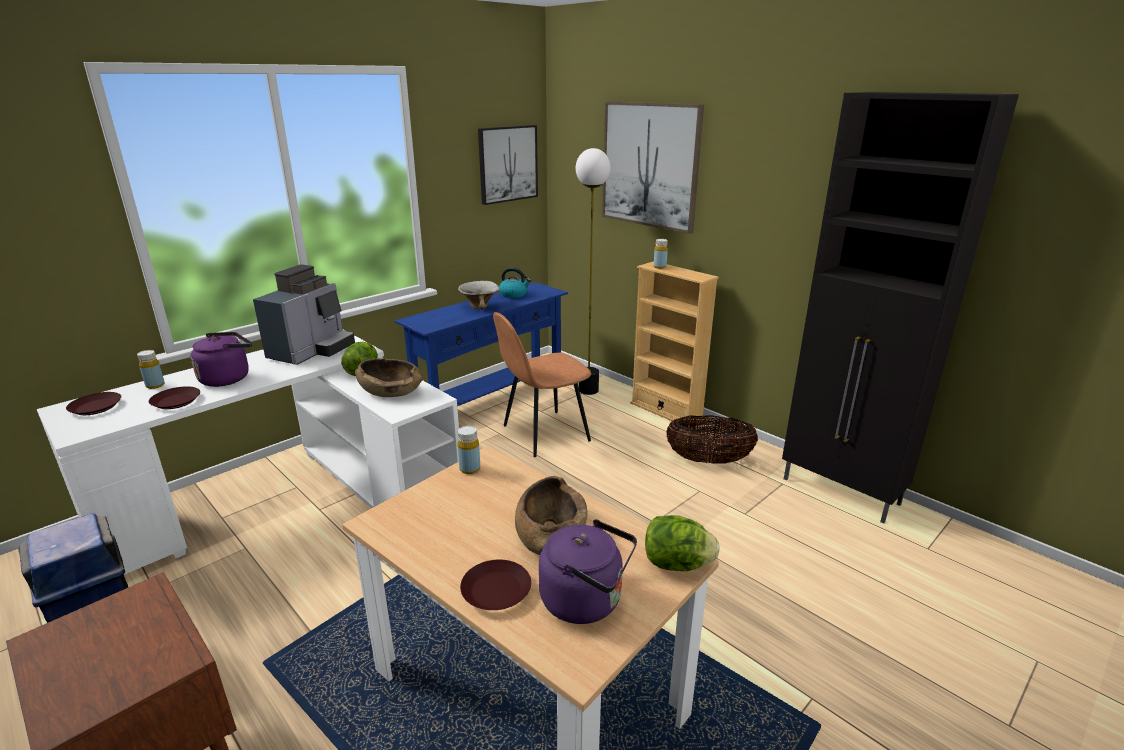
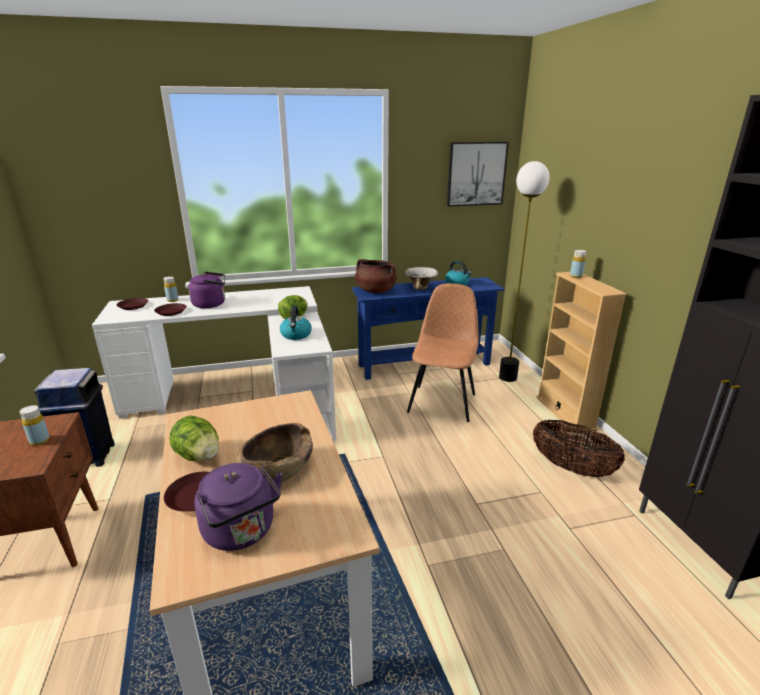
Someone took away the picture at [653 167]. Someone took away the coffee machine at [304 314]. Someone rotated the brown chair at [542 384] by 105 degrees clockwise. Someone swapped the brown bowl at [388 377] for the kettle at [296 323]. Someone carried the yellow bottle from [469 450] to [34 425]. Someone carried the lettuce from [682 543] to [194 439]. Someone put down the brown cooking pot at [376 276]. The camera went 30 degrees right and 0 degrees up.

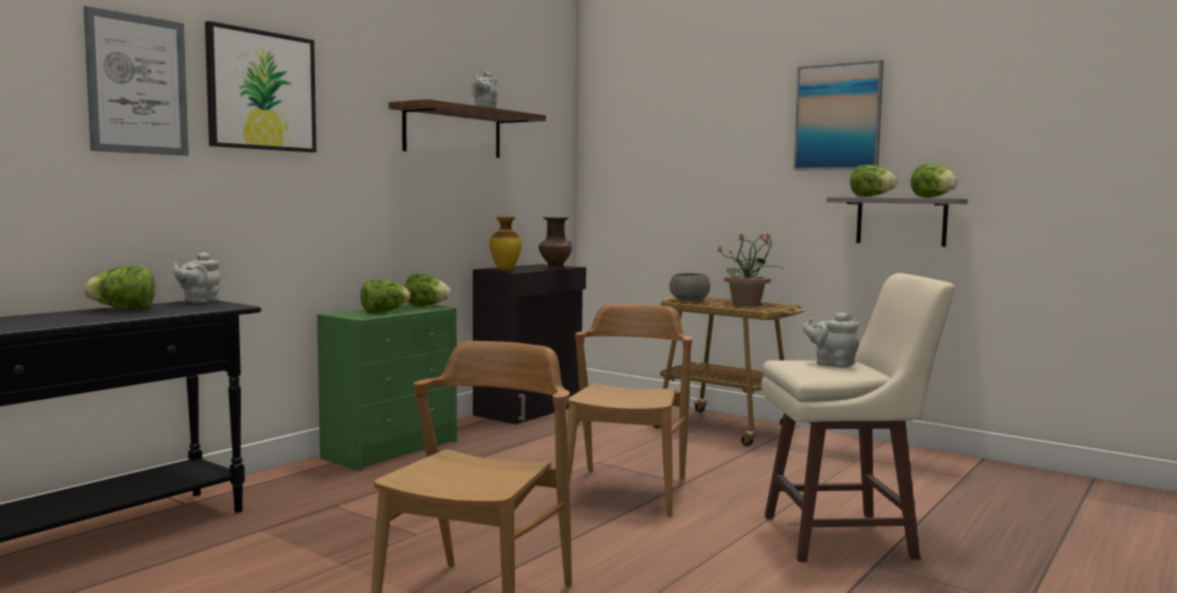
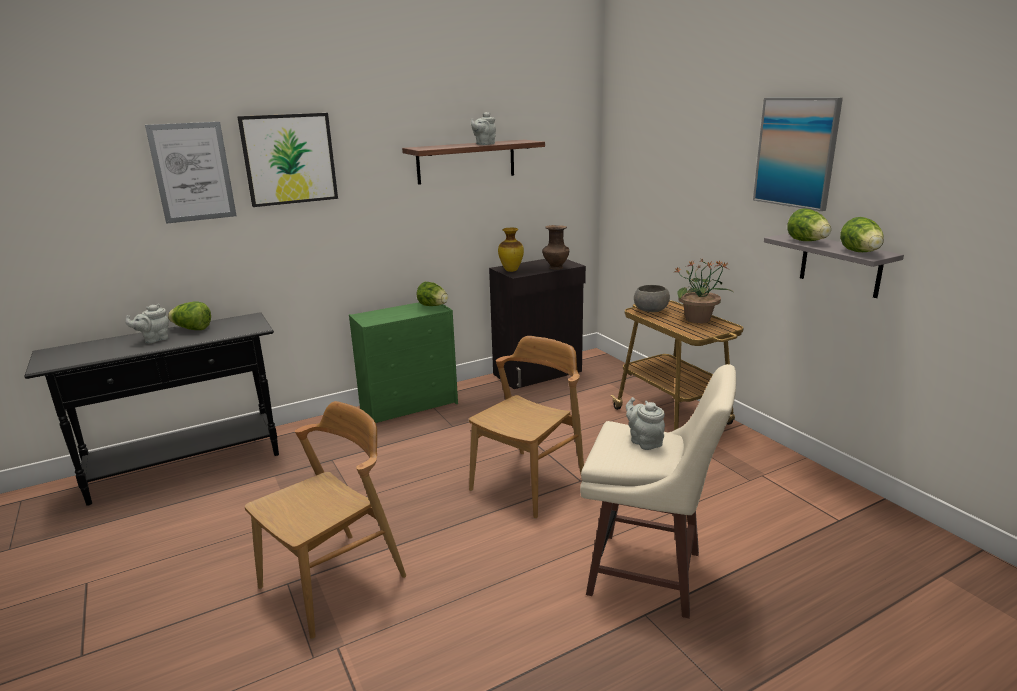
Someone carried the grey teapot from [196 277] to [147 323]. Someone took away the lettuce at [385 296]. The camera went 25 degrees right and 15 degrees up.

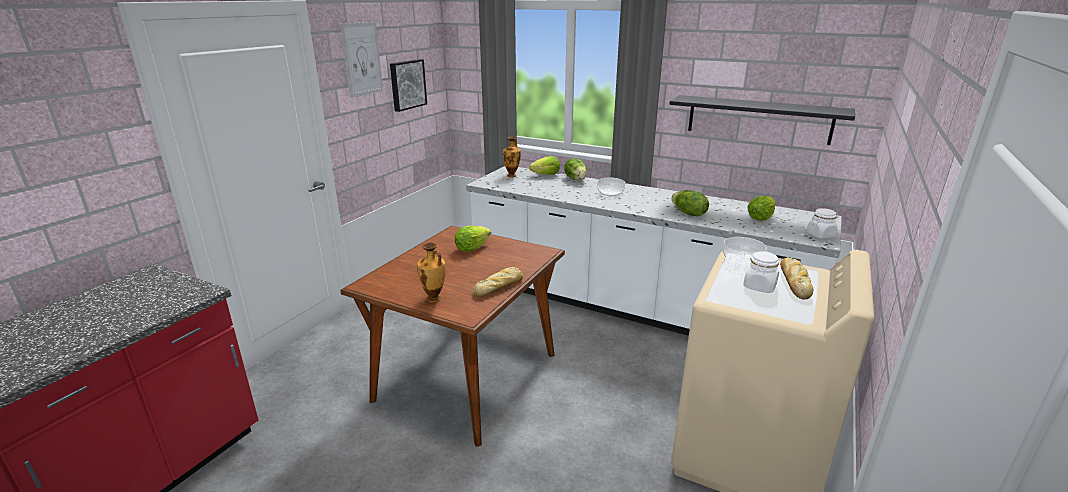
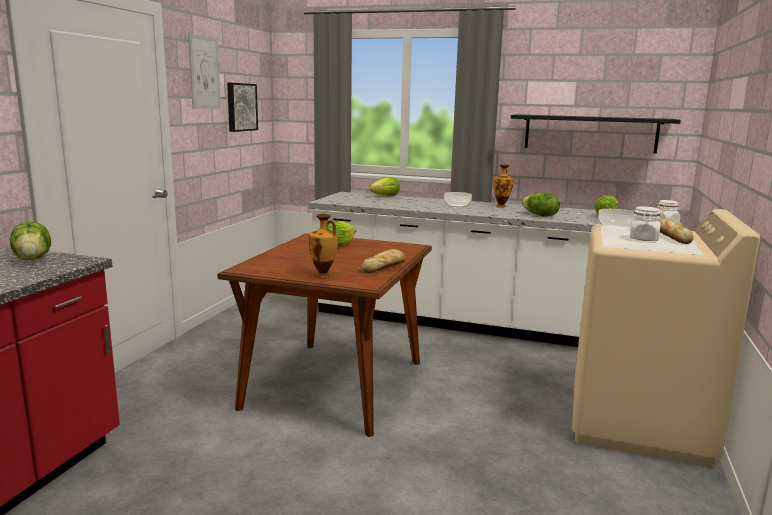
Someone carried the vase from [512 157] to [503 186]. Someone carried the lettuce from [575 169] to [30 241]. The camera went 10 degrees left and 10 degrees down.

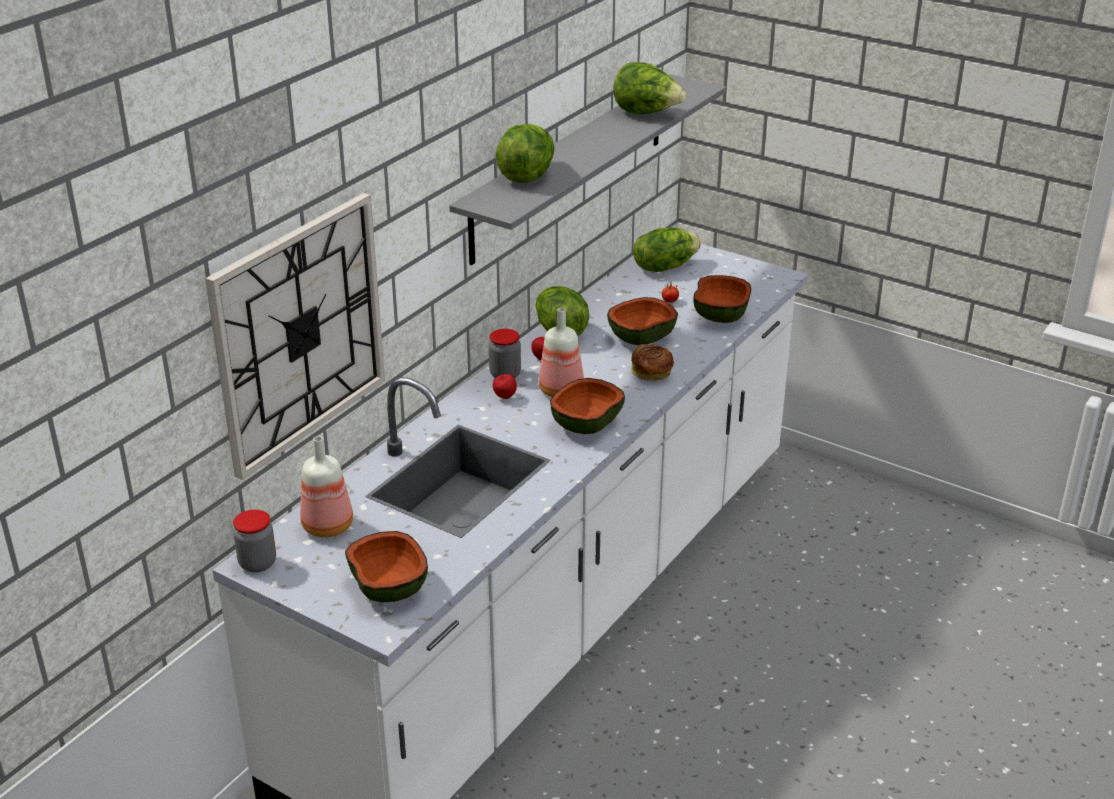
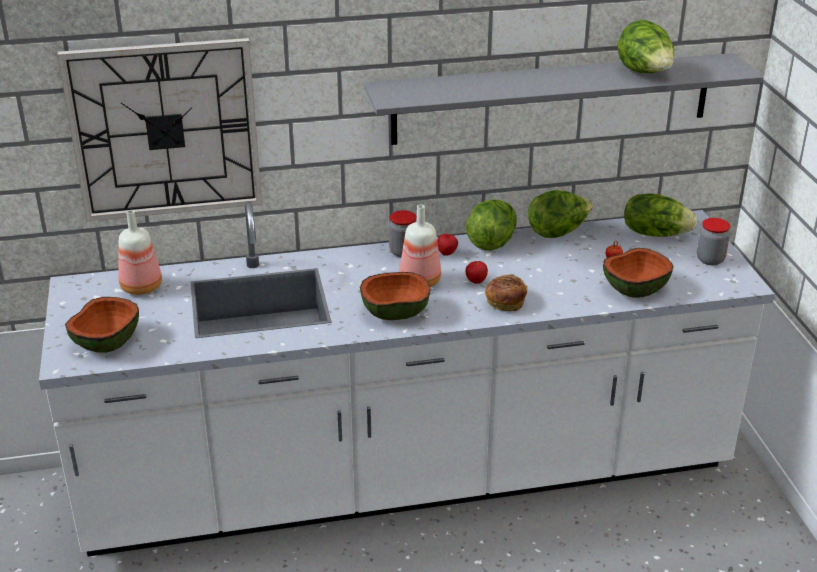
Someone carried the lettuce from [525 153] to [560 214]. Someone took away the bowl at [642 321]. Someone carried the apple from [504 386] to [477 272]. Someone carried the jar from [254 541] to [713 241]. The camera went 45 degrees right and 0 degrees up.

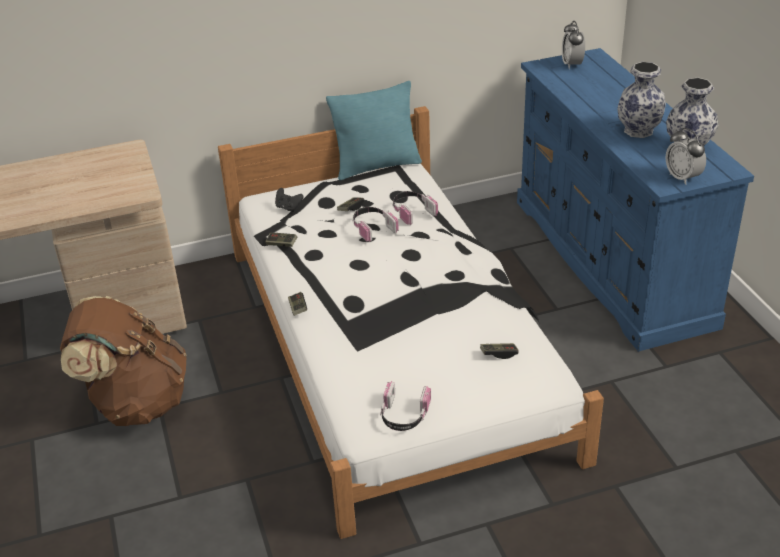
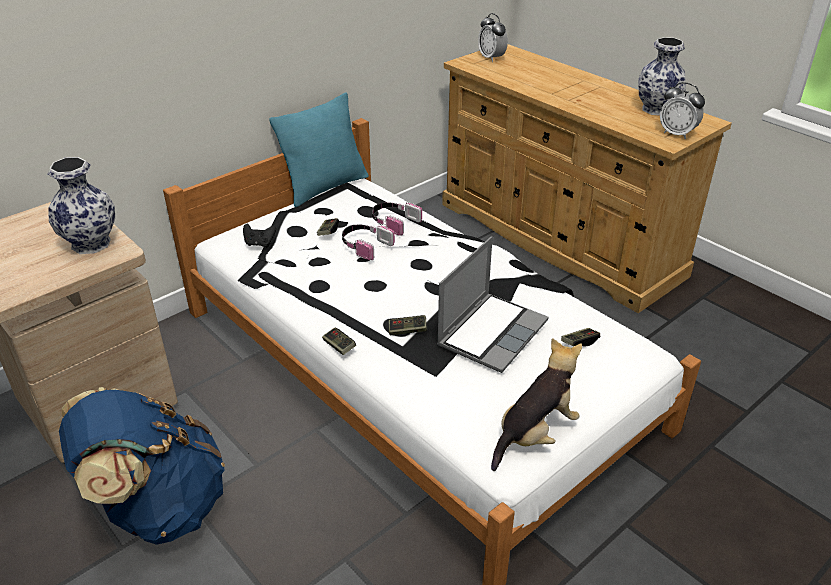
Someone repainted the blue dresser at [635 200], which became the beige dresser at [587 178]. Someone carried the vase from [641 100] to [81 205]. Someone carried the game controller from [281 240] to [408 325]. Someone repainted the brown backpack at [123 361], which became the blue backpack at [142 466]. Someone swapped the headphones at [405 406] for the plush toy at [536 404]. Someone put down the laptop at [493 304]. The camera went 25 degrees left and 0 degrees up.

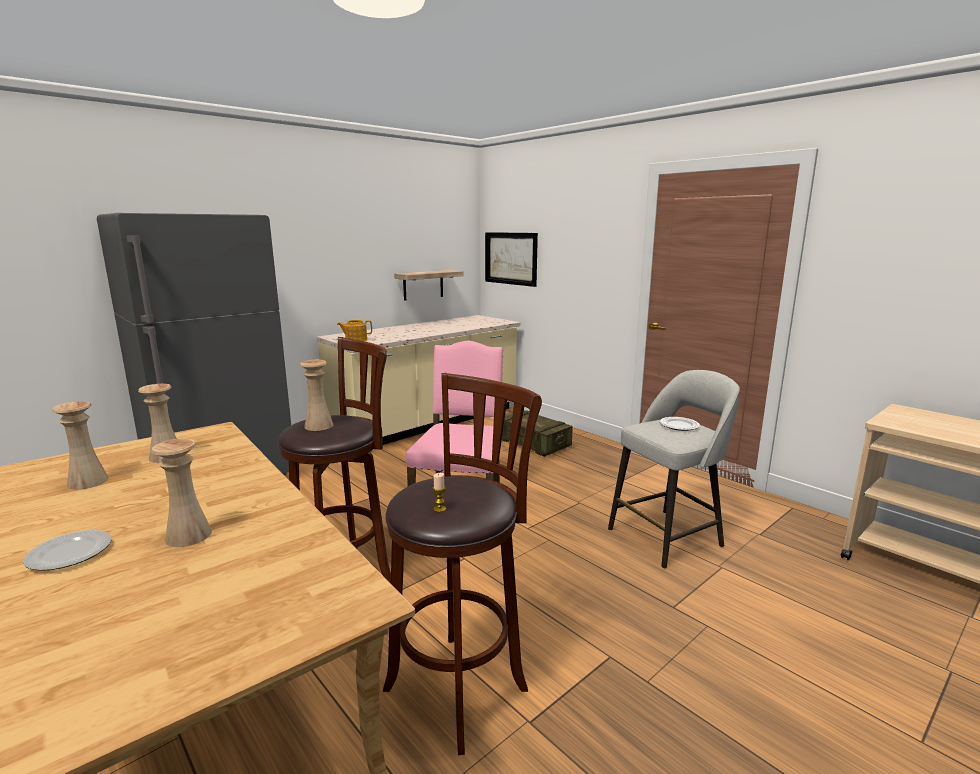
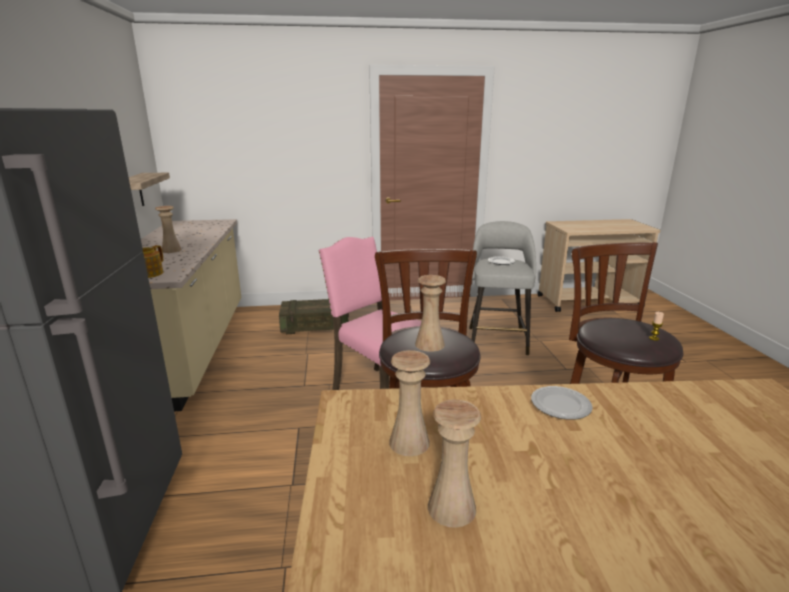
Someone took away the picture at [511 259]. Someone carried the beige vase from [181 492] to [168 229]. Someone carried the plate from [67 550] to [562 403]. The camera went 55 degrees left and 5 degrees up.

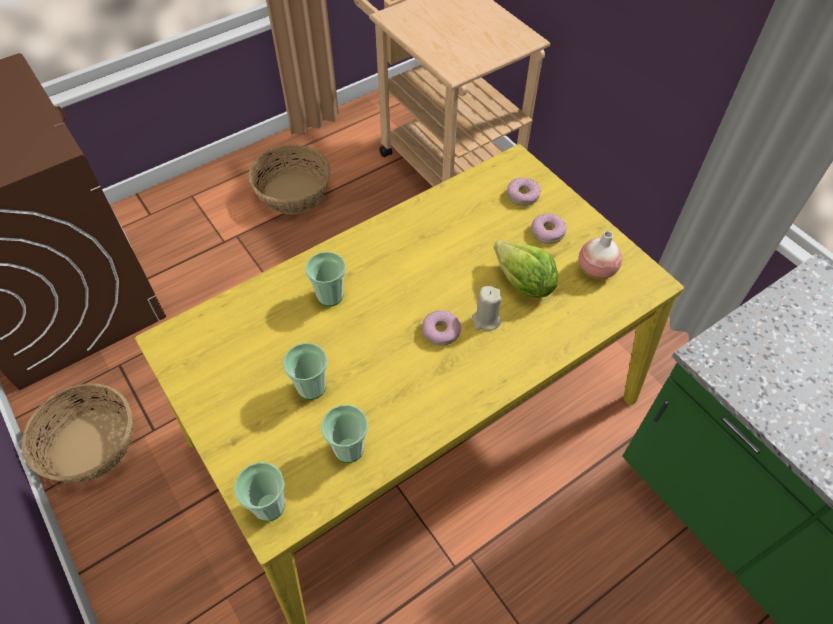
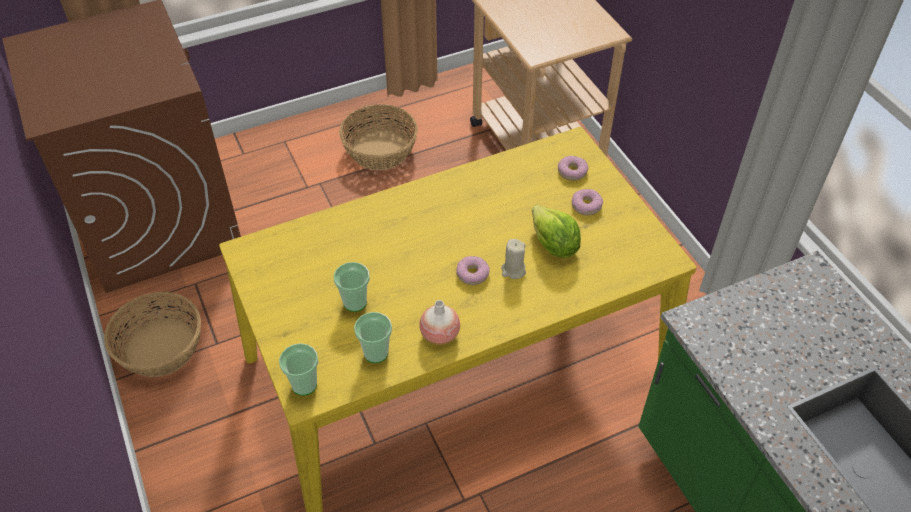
Someone carried the vase from [600 255] to [439 322]. Someone took away the cup at [326 279]. The camera went 10 degrees right and 5 degrees down.

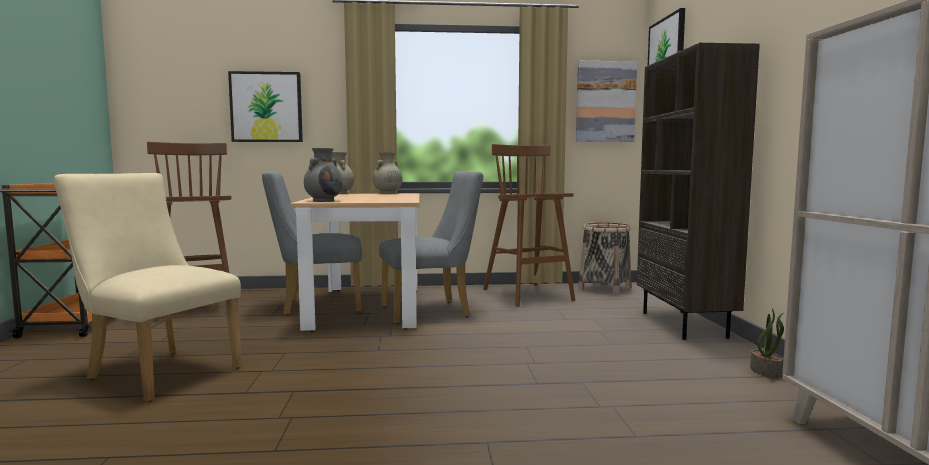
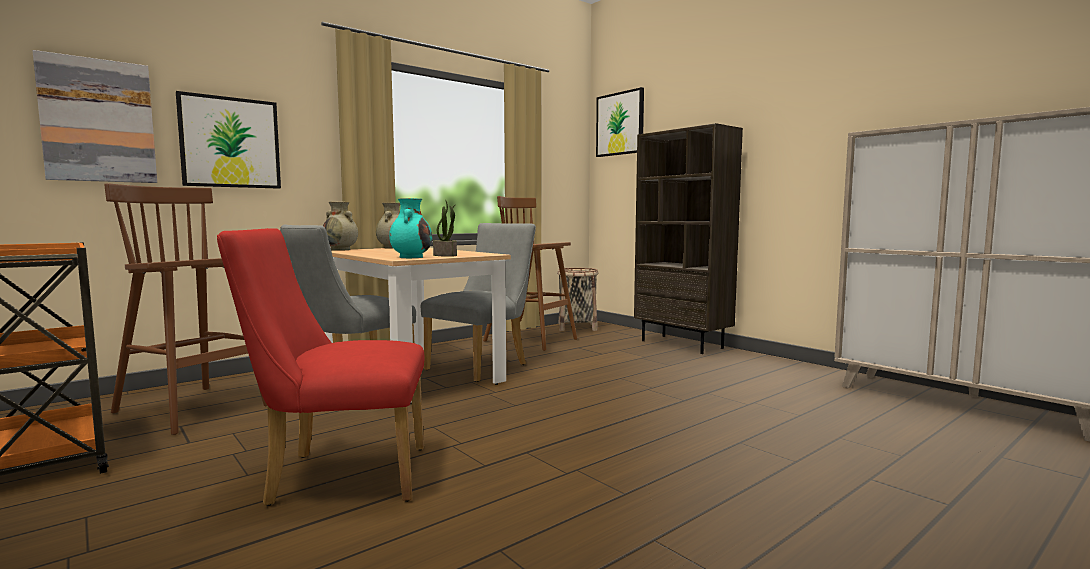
Someone carried the picture from [606 101] to [94 116]. Someone repainted the grey vase at [323 175], which became the turquoise vase at [410 228]. Someone repainted the beige chair at [148 287], which became the red chair at [320 367]. Someone carried the potted plant from [767 344] to [445 228]. The camera went 35 degrees left and 0 degrees up.

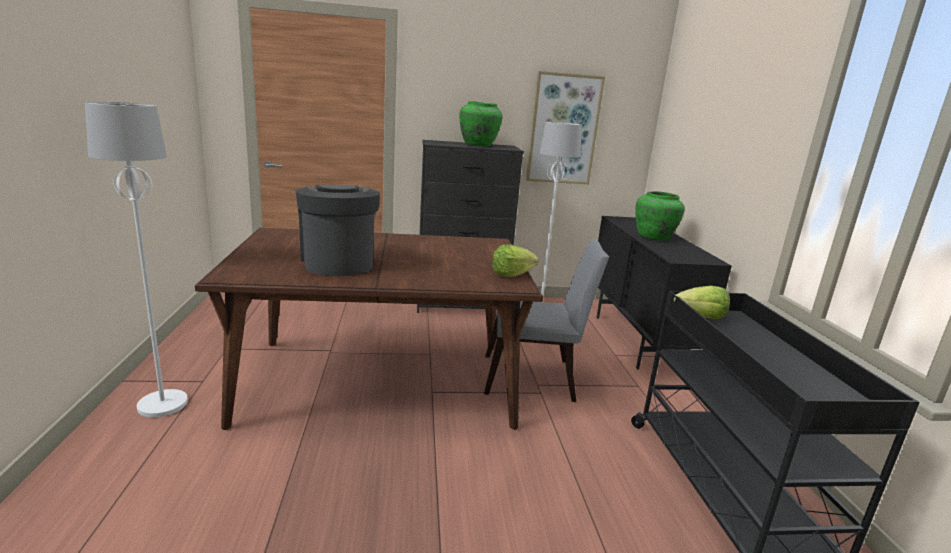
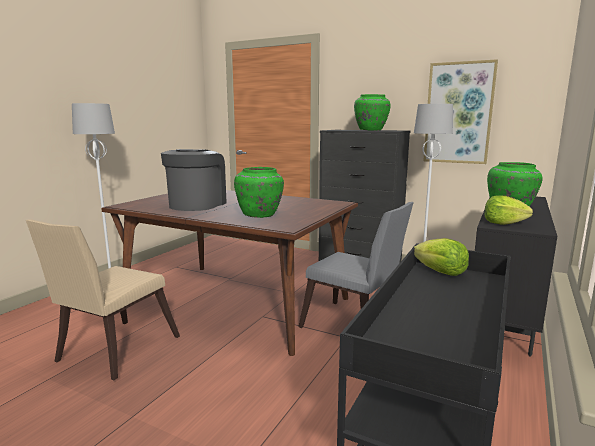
Someone carried the lettuce from [515 261] to [509 210]. Someone put down the green vase at [259 192]. Someone put down the beige chair at [103 300]. The camera went 35 degrees right and 5 degrees down.

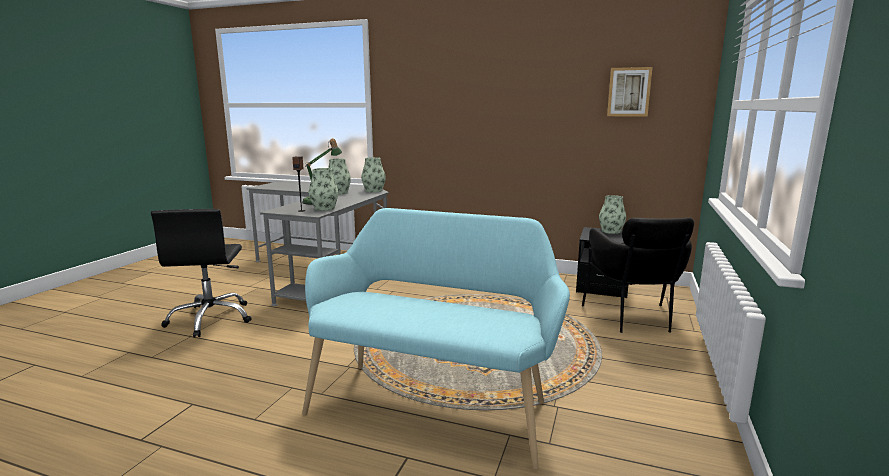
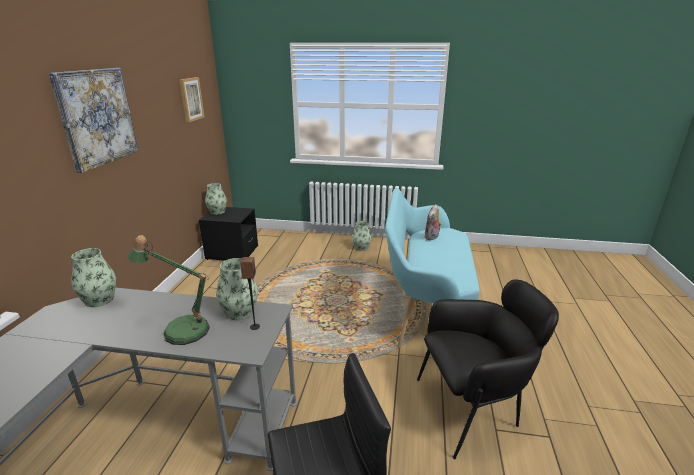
Someone carried the vase from [339 177] to [362 236]. Someone carried the black armchair from [638 275] to [488 369]. Someone put up the picture at [93 120]. Someone put down the plush toy at [432 222]. The camera went 100 degrees left and 10 degrees up.

